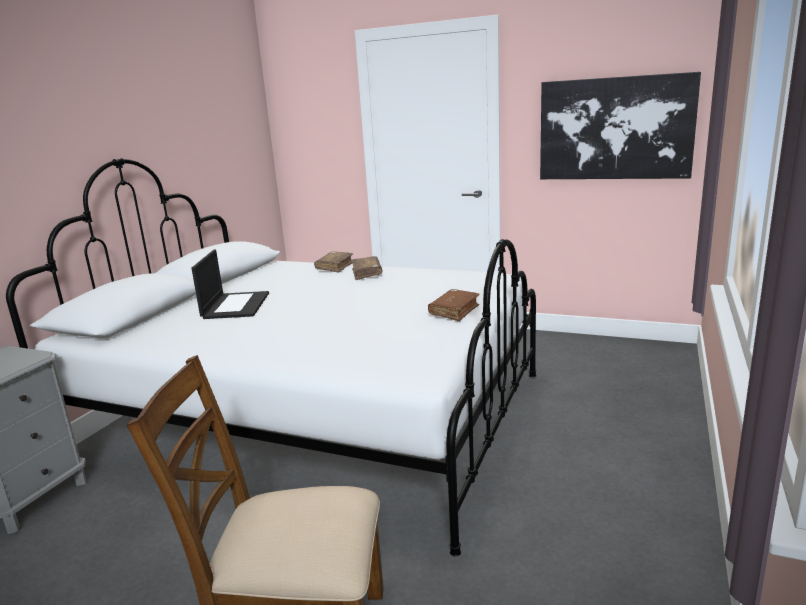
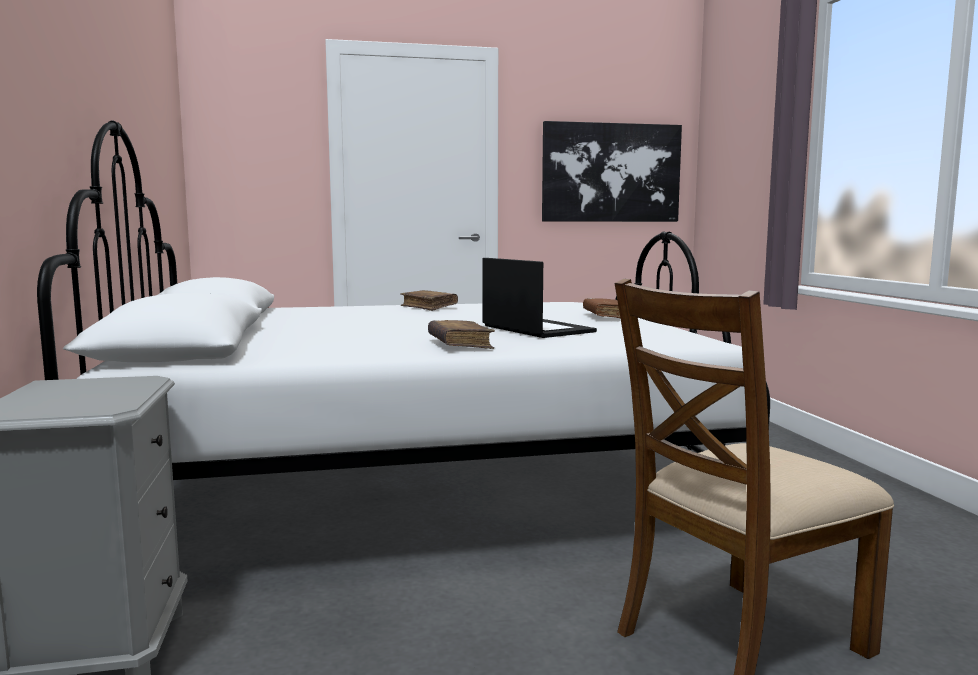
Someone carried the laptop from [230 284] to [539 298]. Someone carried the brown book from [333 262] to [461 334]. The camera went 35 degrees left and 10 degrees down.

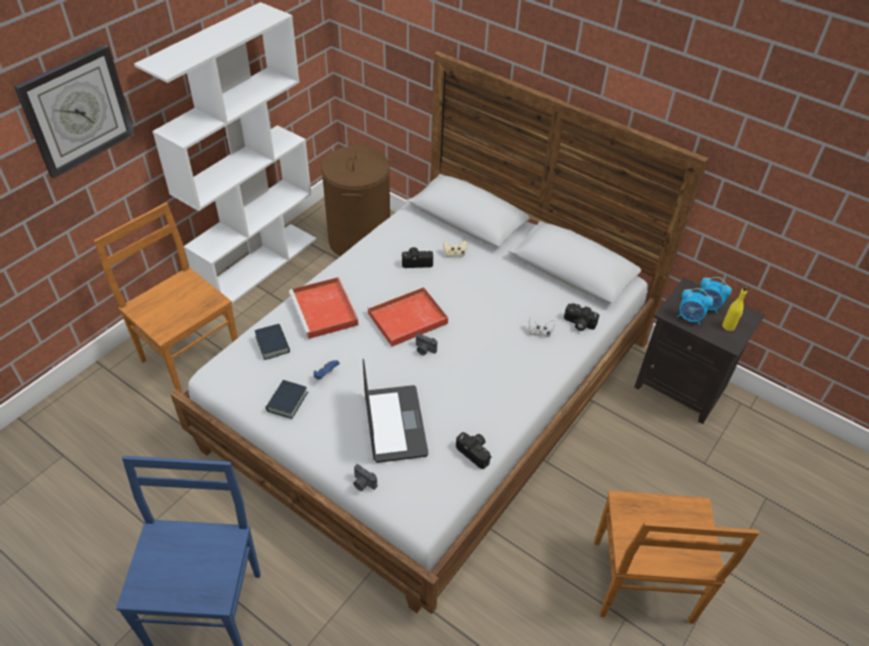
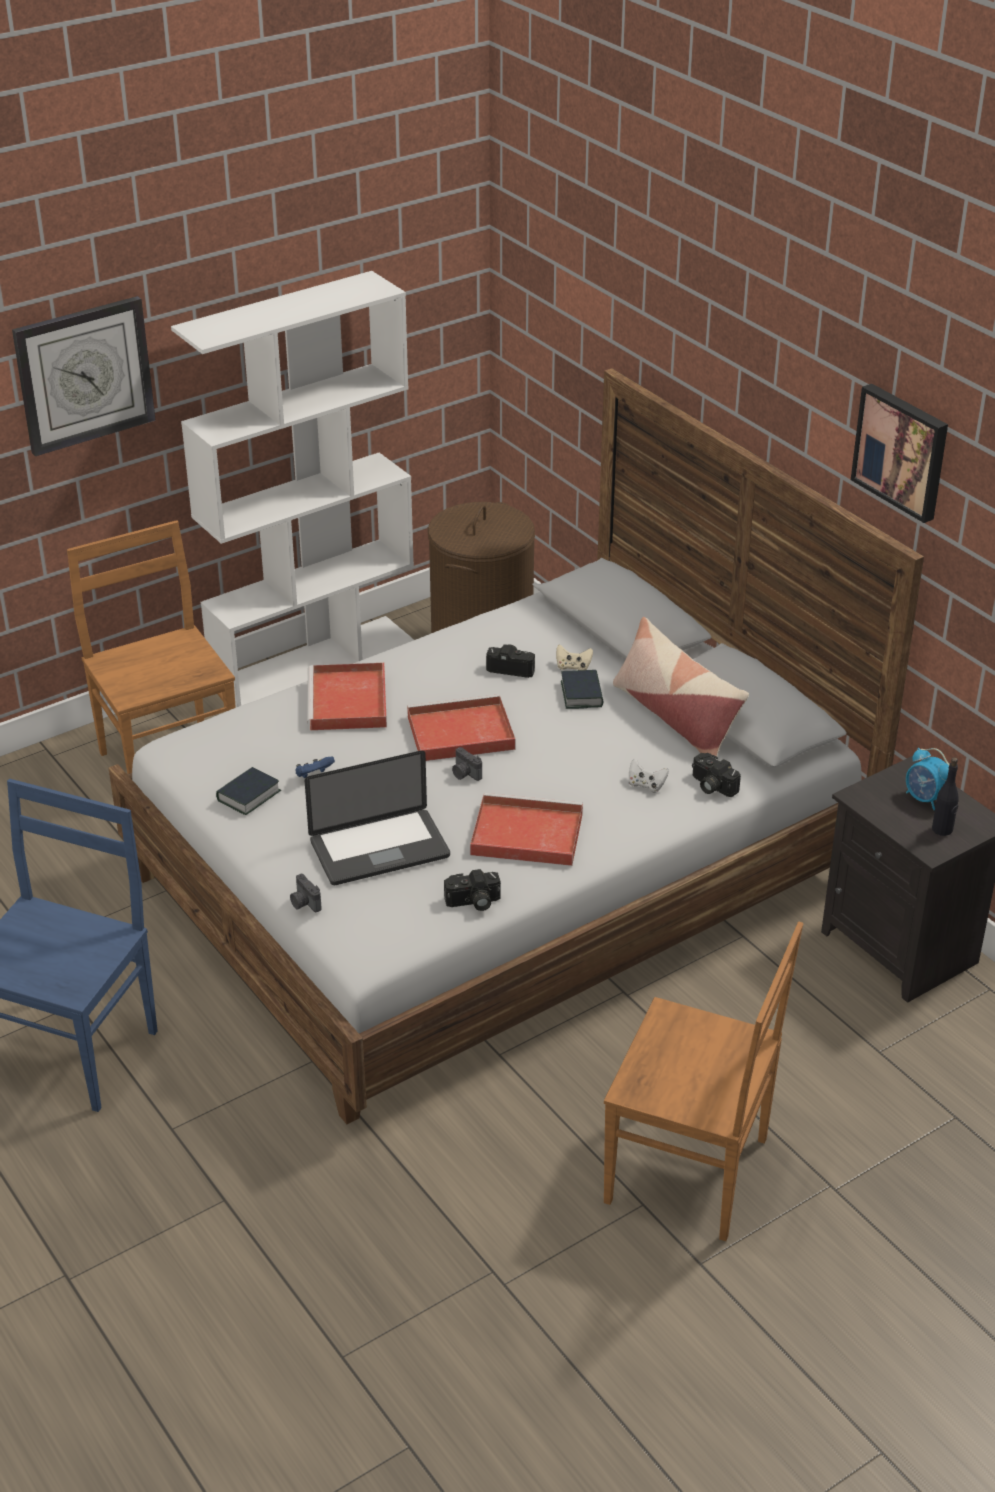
Someone repainted the yellow bottle at [735 308], which became the black bottle at [945 796]. Someone took away the alarm clock at [695 306]. Someone carried the book from [272 342] to [582 689]. Someone rotated the laptop at [395 410] by 60 degrees clockwise. Someone rotated the photo camera at [473 450] by 105 degrees clockwise. Someone rotated the brown chair at [676 557] by 90 degrees counterclockwise. Someone put up the picture at [899 453]. Someone put down the pillow at [681 687]. Someone put down the red tray at [526 829]. The camera went 20 degrees right and 10 degrees down.

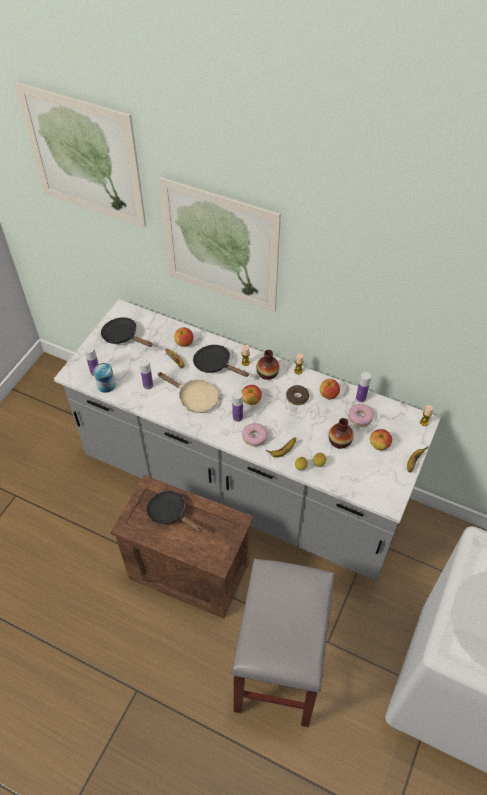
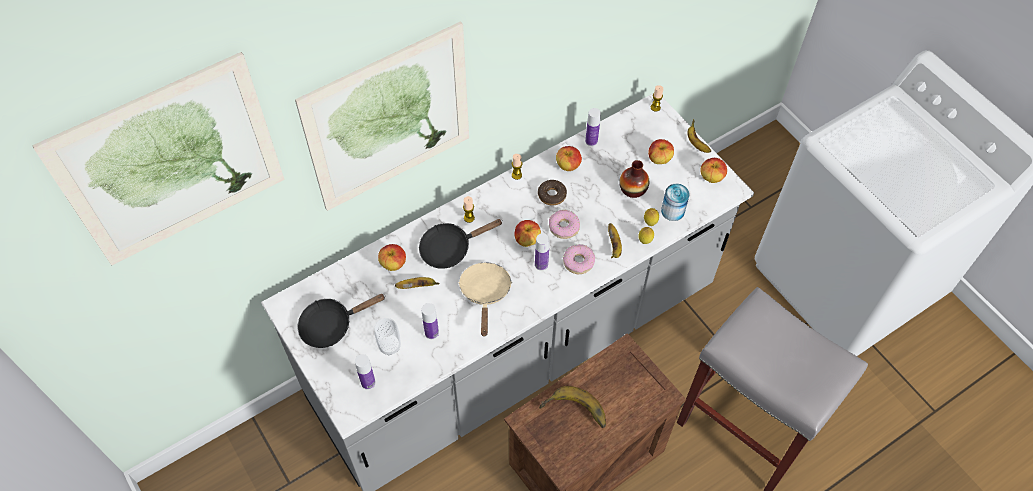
Someone took away the vase at [268 365]. Someone carried the can from [104 378] to [675 202]. Someone rotated the beige frying pan at [188 392] by 60 degrees counterclockwise. Someone carried the donut from [361 415] to [564 224]. Someone swapped the black frying pan at [175 511] for the banana at [572 407]. Someone put down the apple at [713 170]. Someone put down the cup at [387 336]. The camera went 60 degrees left and 5 degrees up.

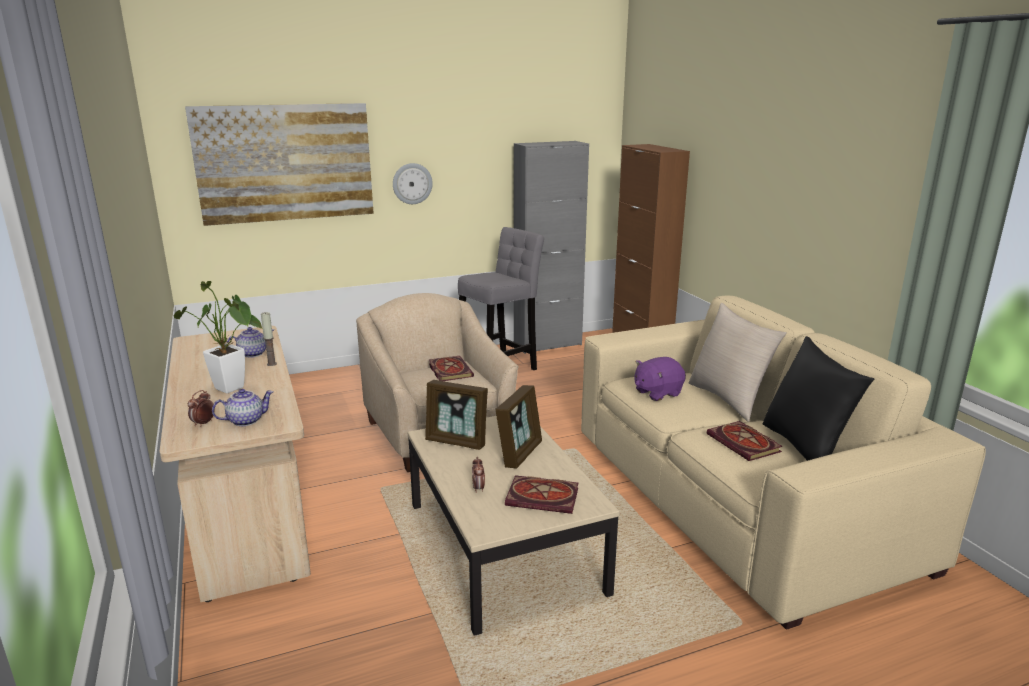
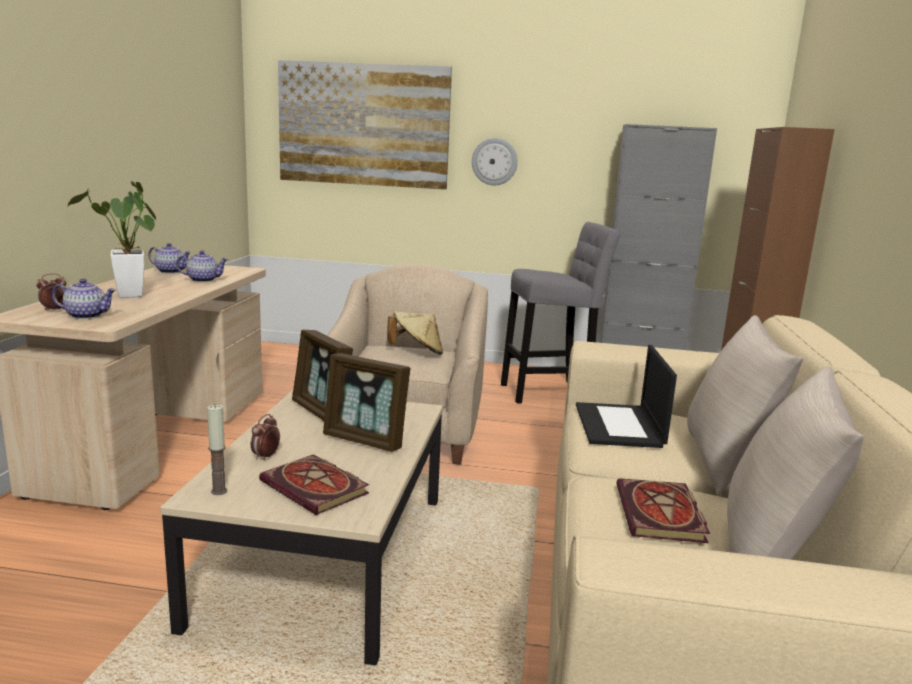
Someone carried the candle from [269 339] to [217 449]. Someone repainted the black pillow at [818 398], which became the beige pillow at [795 463]. Someone swapped the book at [451 368] for the beige hat at [415 333]. Someone swapped the purple plush toy at [660 379] for the laptop at [626 396]. Someone rotated the picture frame at [518 426] by 60 degrees clockwise. Someone put down the teapot at [169 258]. The camera went 30 degrees right and 5 degrees down.

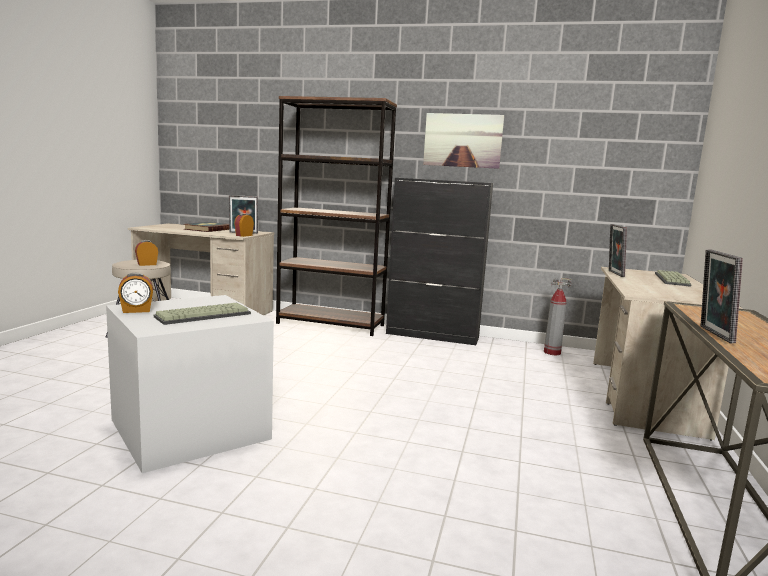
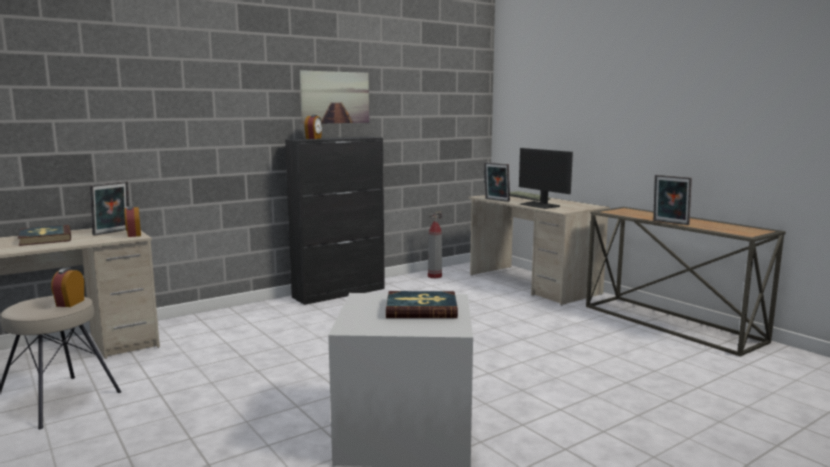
Someone took away the brown bookcase at [336 216]. Someone carried the alarm clock from [135 293] to [313 127]. Someone swapped the keyboard at [202 314] for the book at [422 304]. Someone put down the monitor at [546 178]. The camera went 50 degrees left and 0 degrees up.

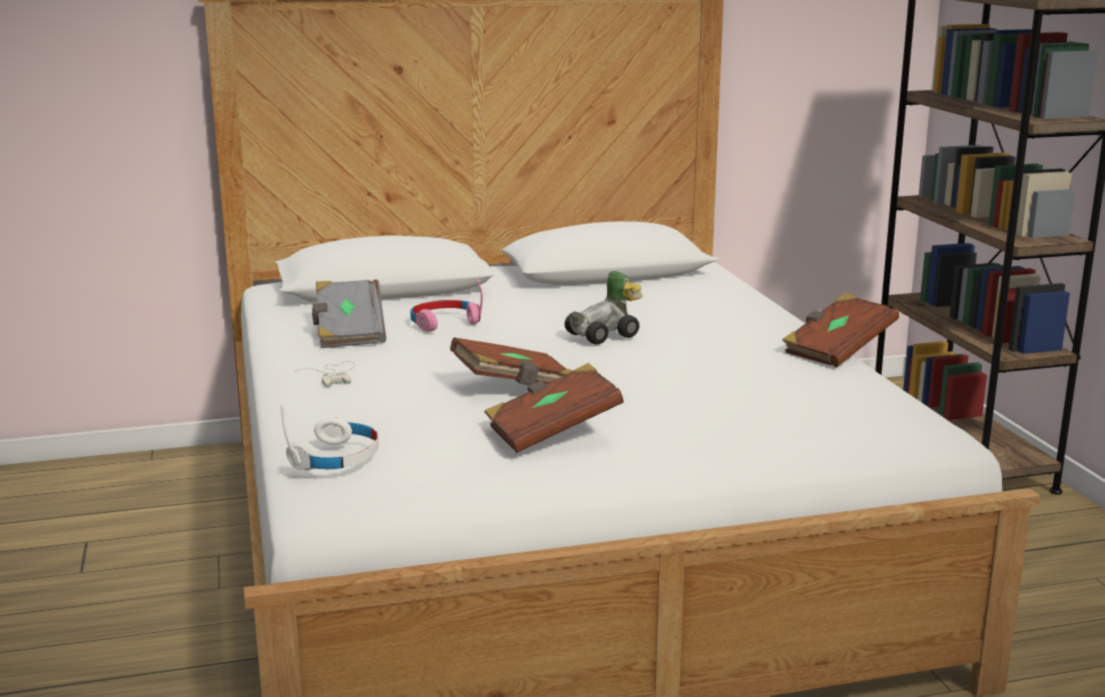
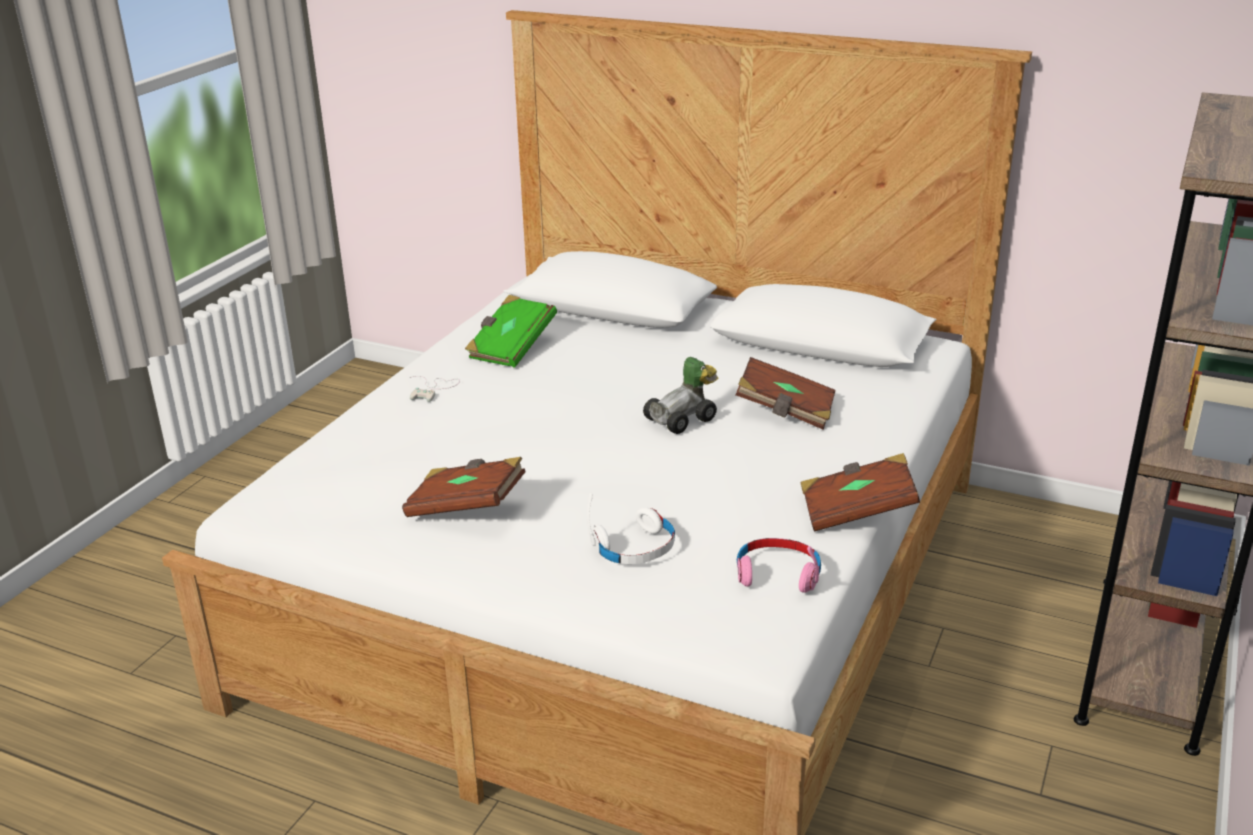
Someone rotated the toy car at [603 308] by 45 degrees counterclockwise. Someone carried the pink headphones from [446 305] to [779 565]. Someone repainted the grey book at [349 314], which became the green book at [511 331]. Someone carried the brown book from [511 361] to [785 393]. Someone carried the white headphones from [329 437] to [631 528]. The camera went 40 degrees right and 10 degrees up.

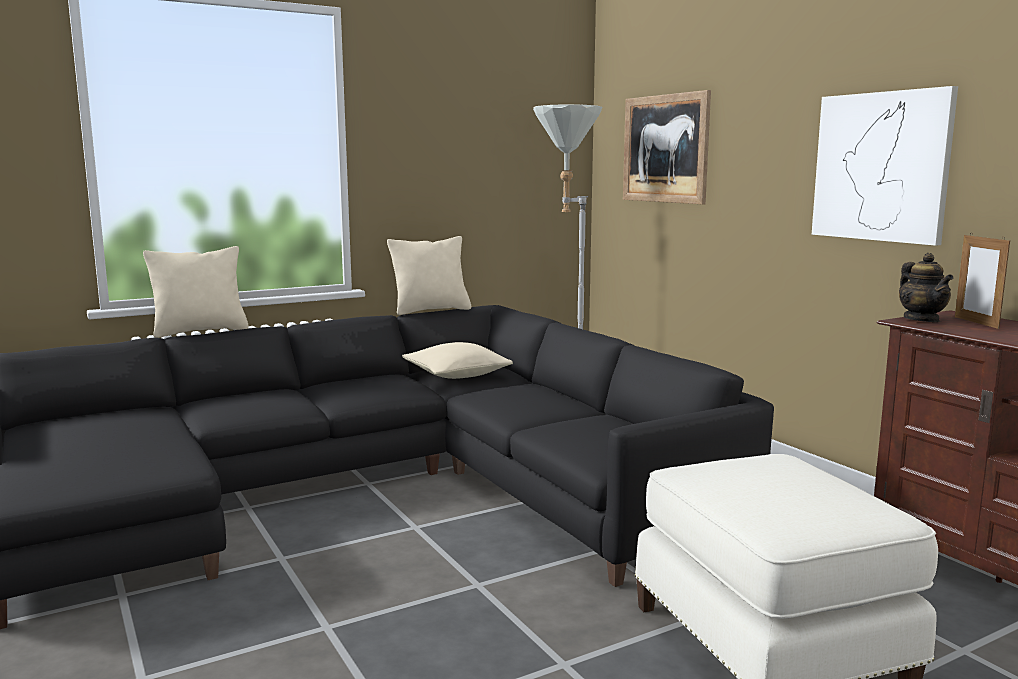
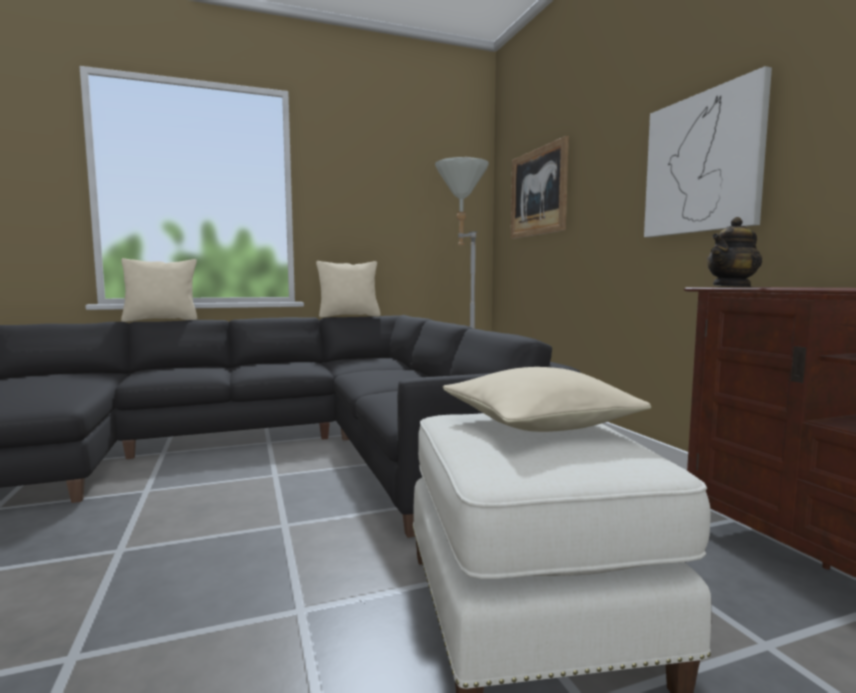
Someone took away the picture frame at [982 281]. Someone rotated the teapot at [926 287] by 60 degrees clockwise. Someone carried the beige pillow from [457 360] to [547 399]. The camera went 10 degrees right and 5 degrees down.

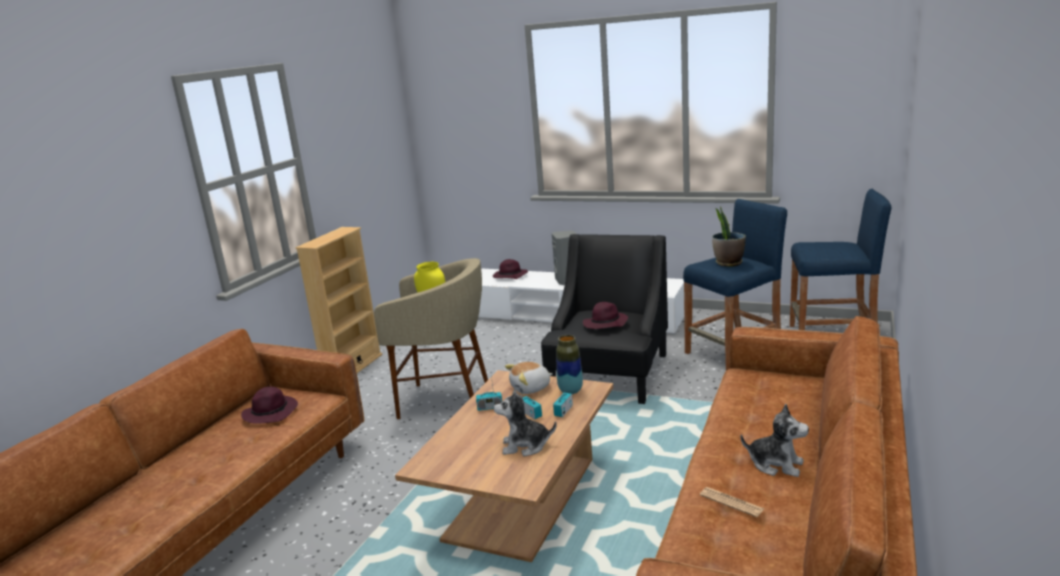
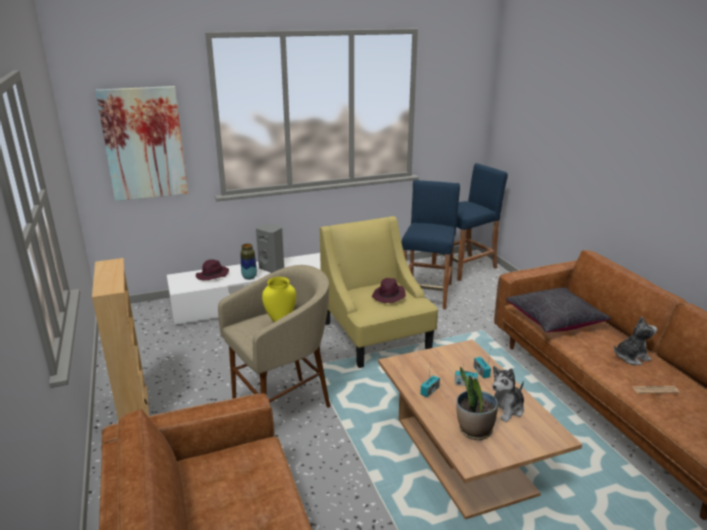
Someone carried the potted plant from [729 237] to [477 403]. Someone repainted the black armchair at [604 319], which became the yellow armchair at [379 292]. Someone carried the vase from [569 364] to [248 261]. Someone took away the plush toy at [529 378]. Someone took away the purple hat at [269 405]. Someone put up the picture at [141 143]. Someone put down the black pillow at [559 309]. The camera went 45 degrees left and 5 degrees up.

